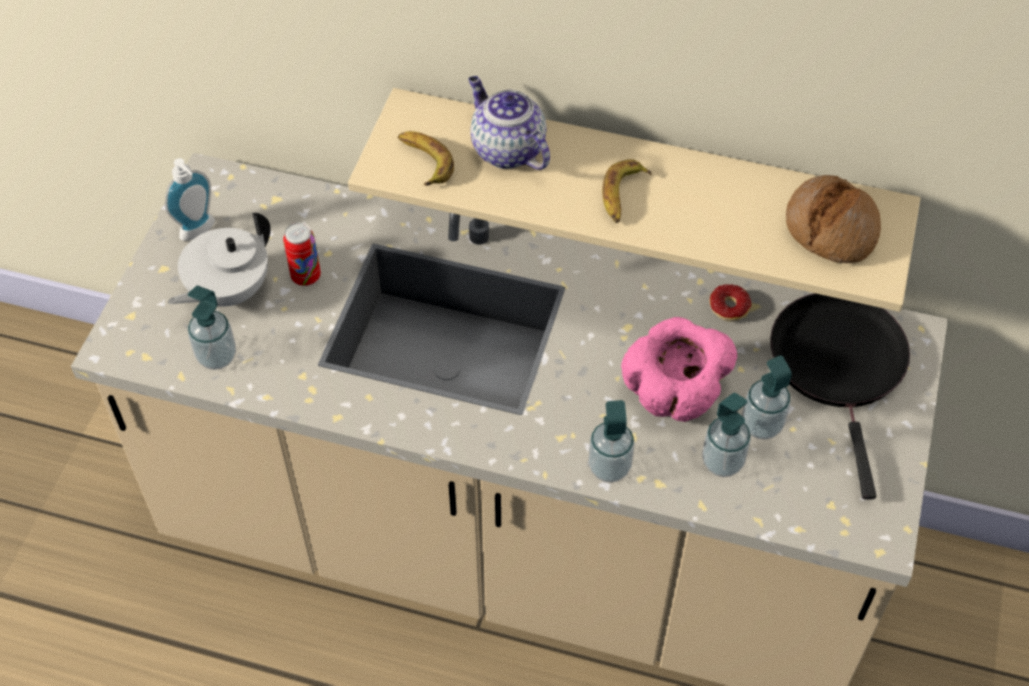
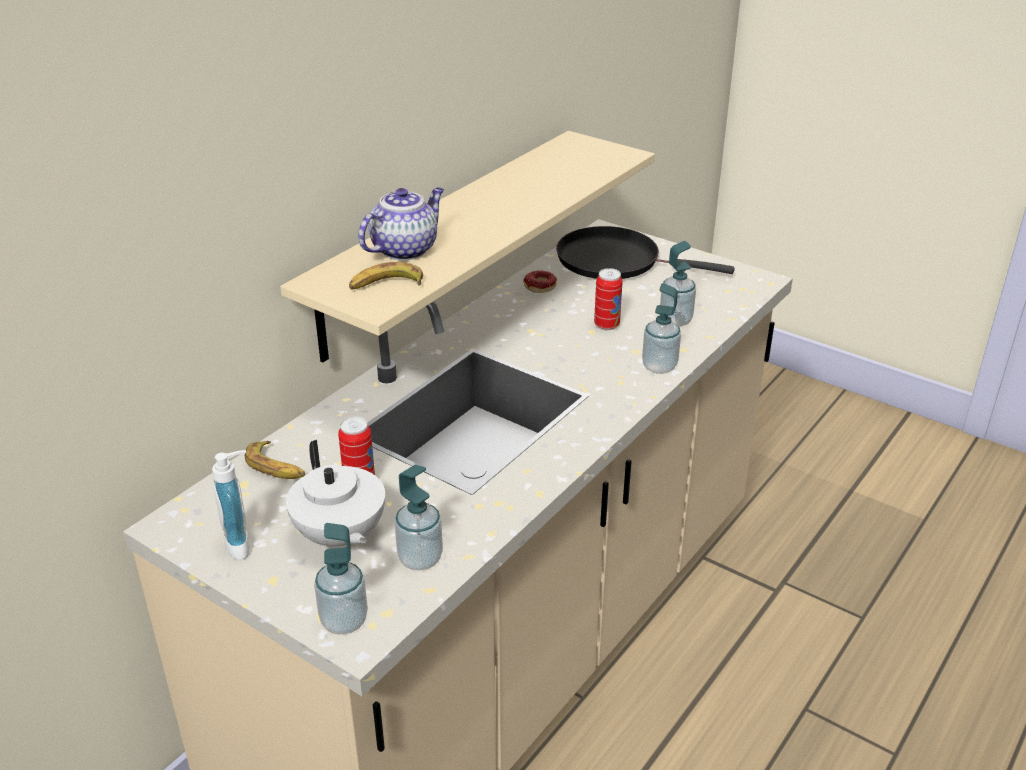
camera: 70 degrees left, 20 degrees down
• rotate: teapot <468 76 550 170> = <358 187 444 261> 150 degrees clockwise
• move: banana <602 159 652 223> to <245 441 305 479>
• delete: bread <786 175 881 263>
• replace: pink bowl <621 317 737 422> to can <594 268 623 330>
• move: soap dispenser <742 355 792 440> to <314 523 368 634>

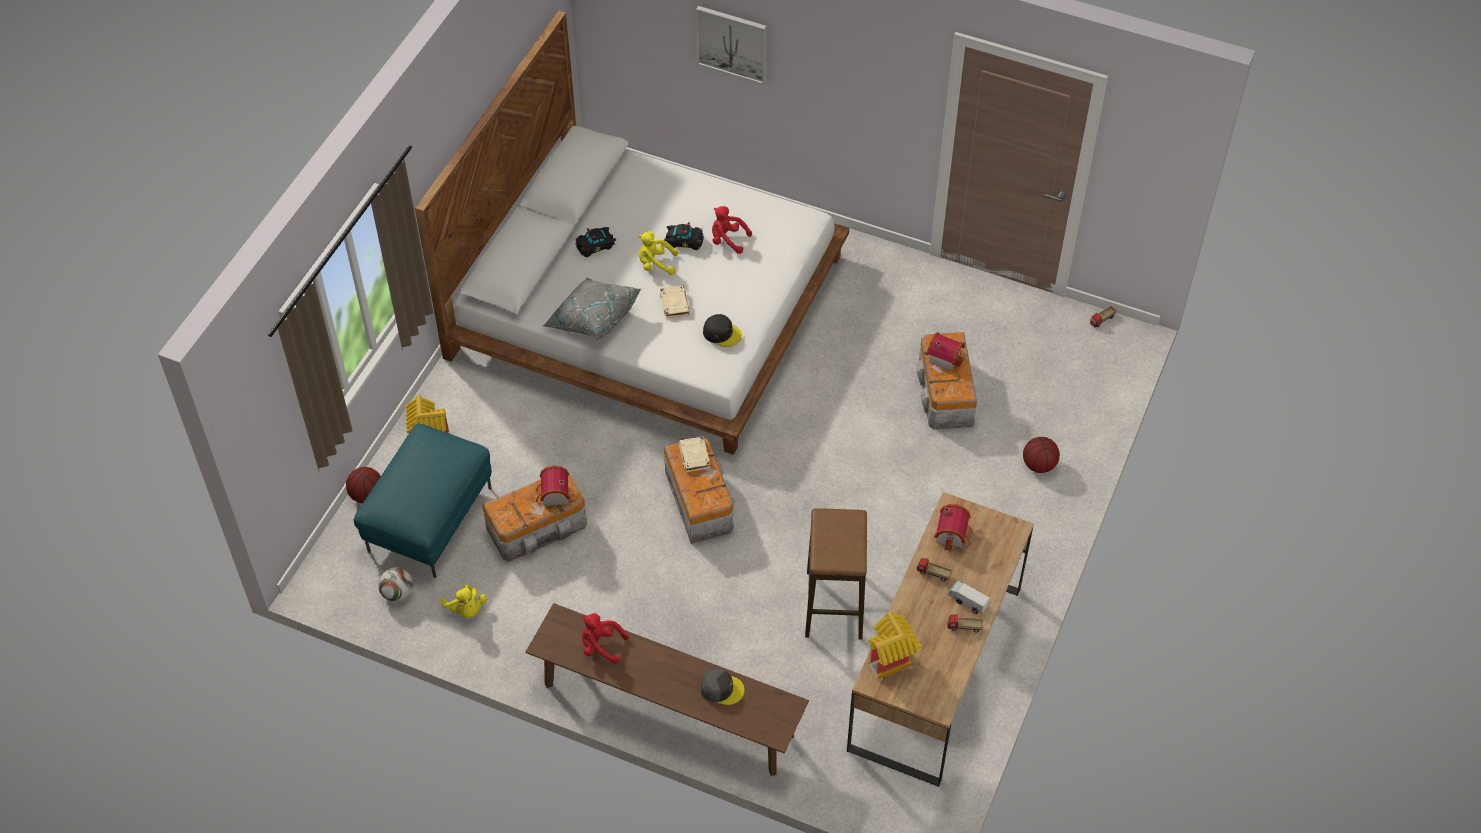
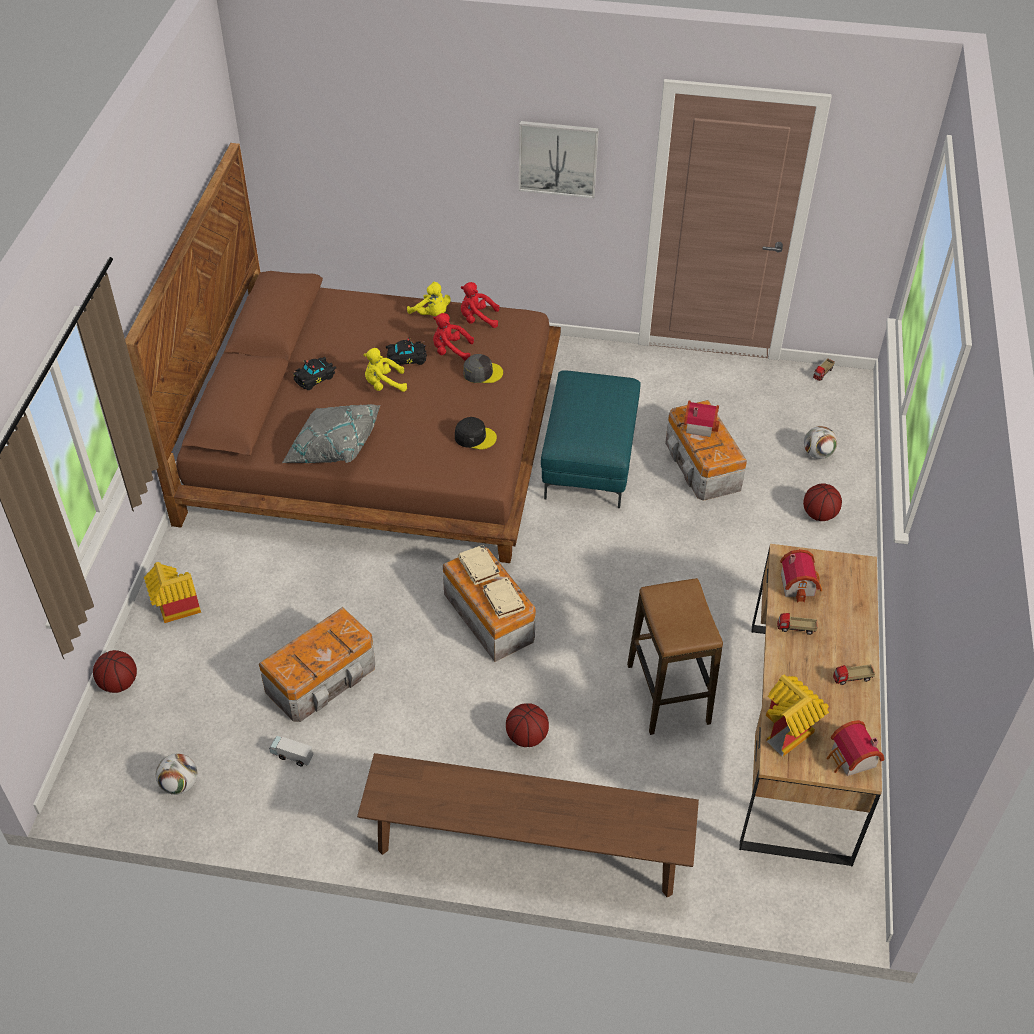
camera: 15 degrees left, 5 degrees down
• move: picture <696 6 767 85> to <519 121 599 199>
• recolor: white bed <415 11 849 455> to brown bed <125 143 561 563>
• move: beige book <660 285 690 318> to <483 577 525 619>
• move: turquoise ottoman <354 423 492 578> to <541 371 641 508>
• move: toy house <536 466 570 506> to <827 720 884 776>
• move: toy truck <949 581 990 614> to <269 736 314 767>
• move: yellow plush toy <441 584 487 618> to <407 282 451 316>
• move: red plush toy <582 613 629 664> to <461 282 500 328>
• move: grey cap <700 668 745 705> to <463 354 503 383>
• insert: football <804 426 837 459>
• insert: basketball <506 703 549 747>

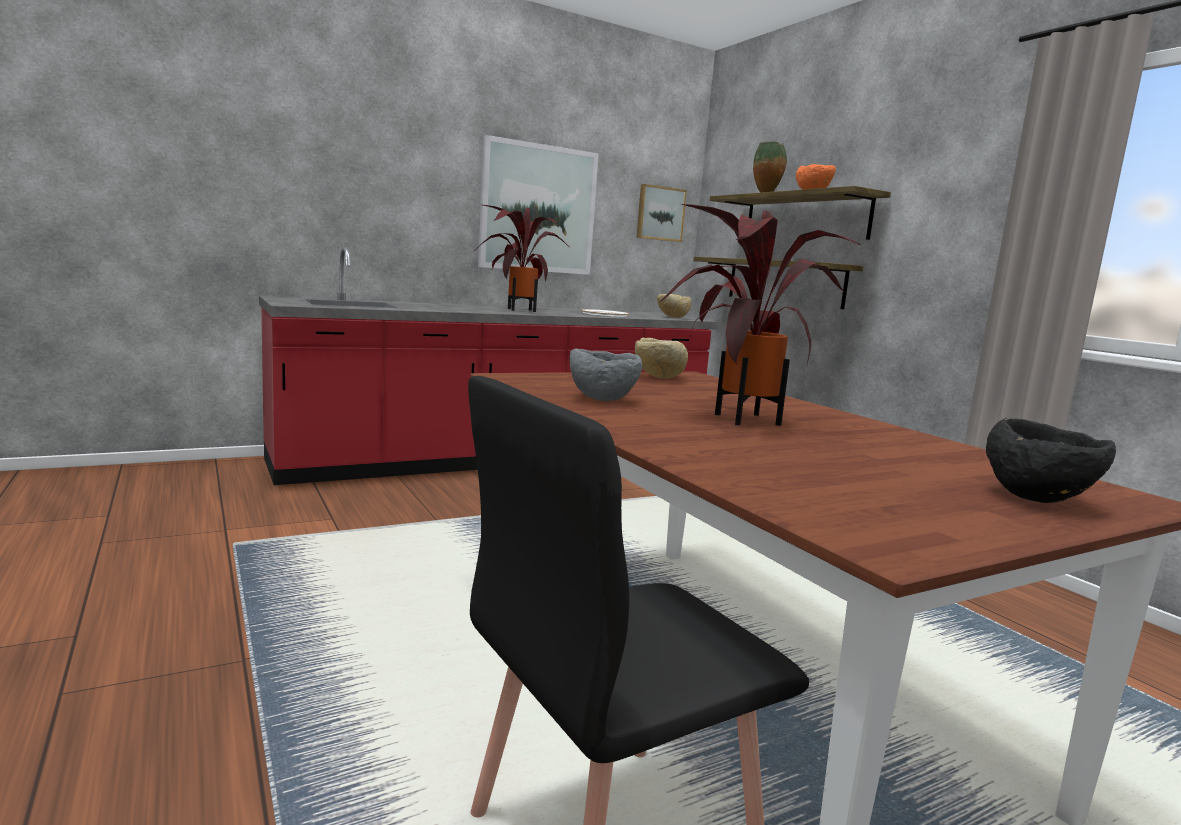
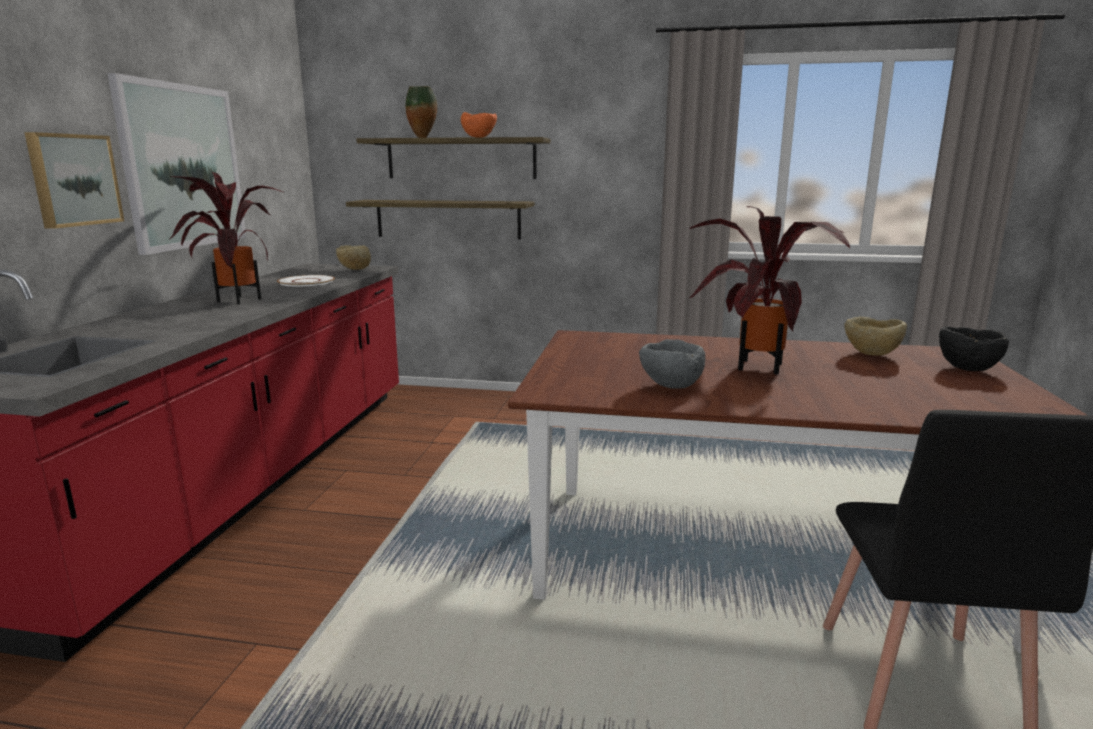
camera: 50 degrees left, 5 degrees up
• move: picture <636 184 687 242> to <24 132 124 229>
• move: beige bowl <635 338 688 378> to <844 316 907 356>

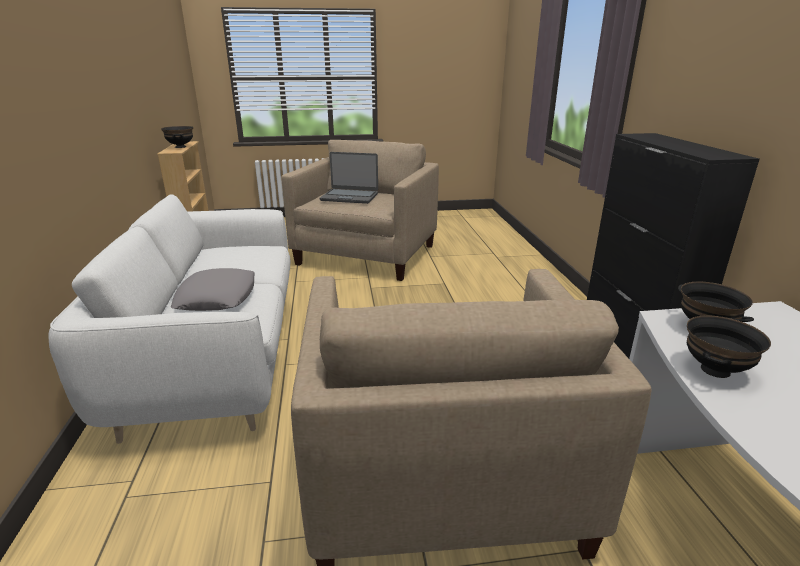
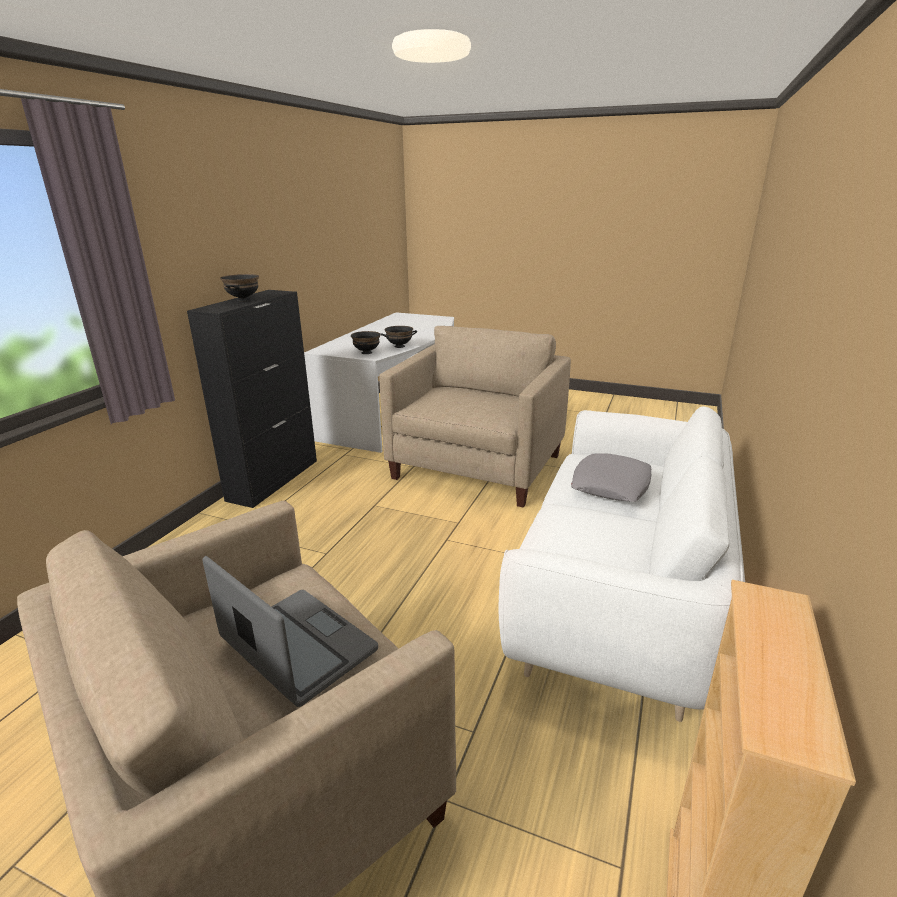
camera: 150 degrees left, 0 degrees up
• move: black bowl <161 126 193 148> to <220 274 259 301>

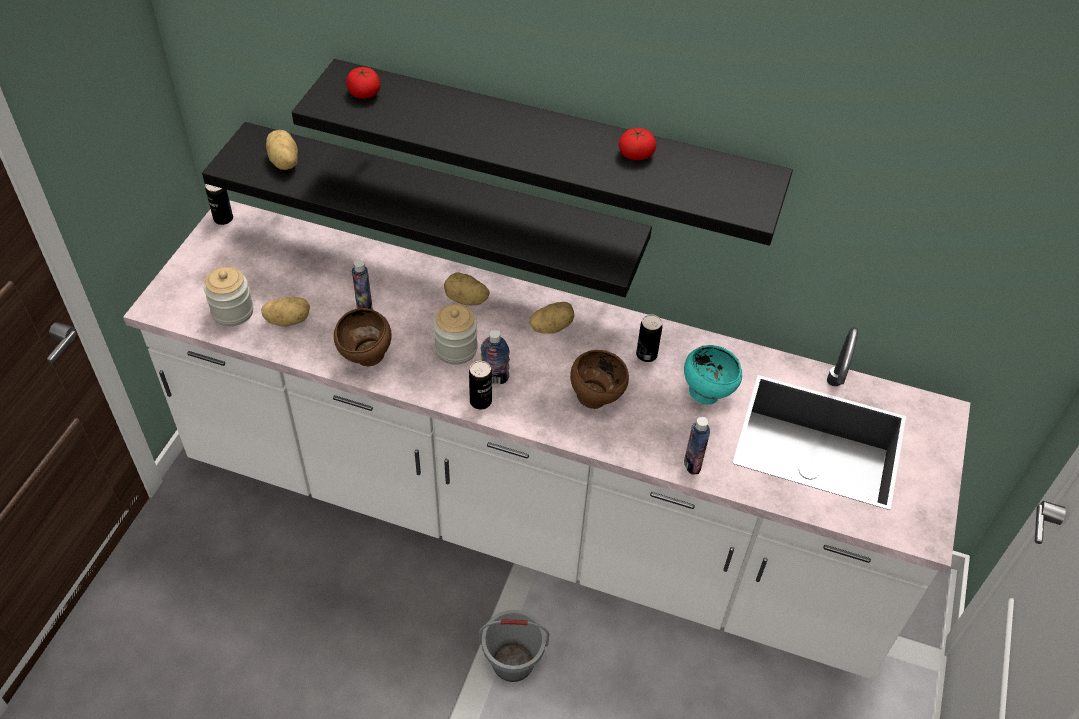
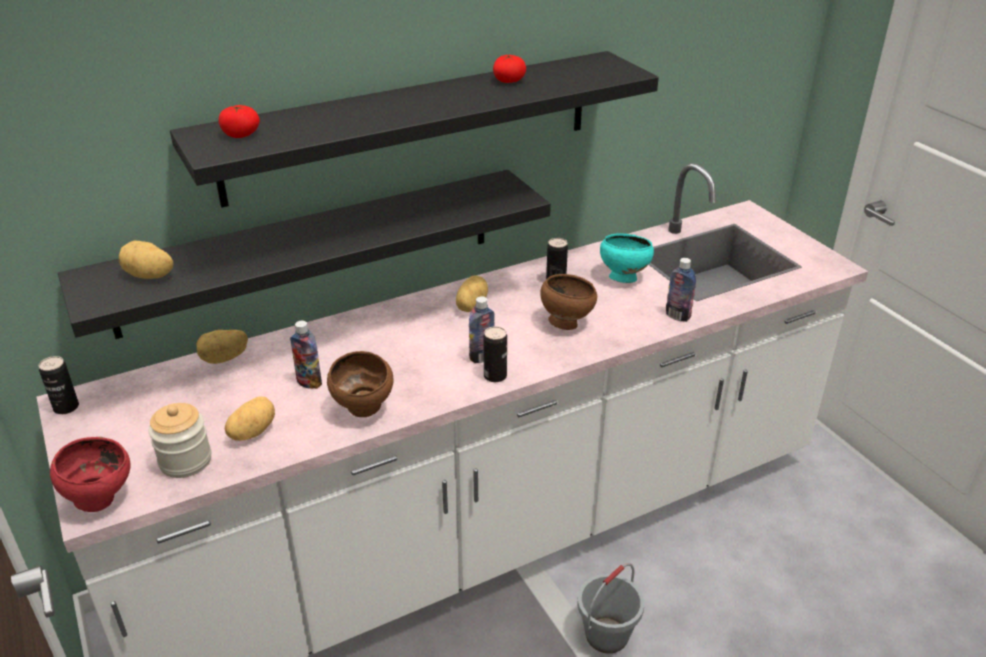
camera: 45 degrees left, 15 degrees down
• move: potato <444 273 490 305> to <196 330 248 364>
• delete: jar <433 304 478 365>
• insert: red bowl <50 437 130 512>

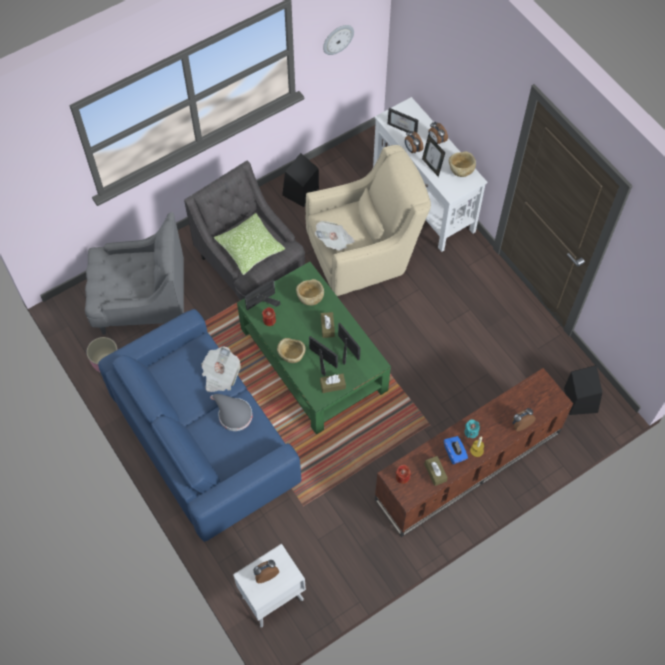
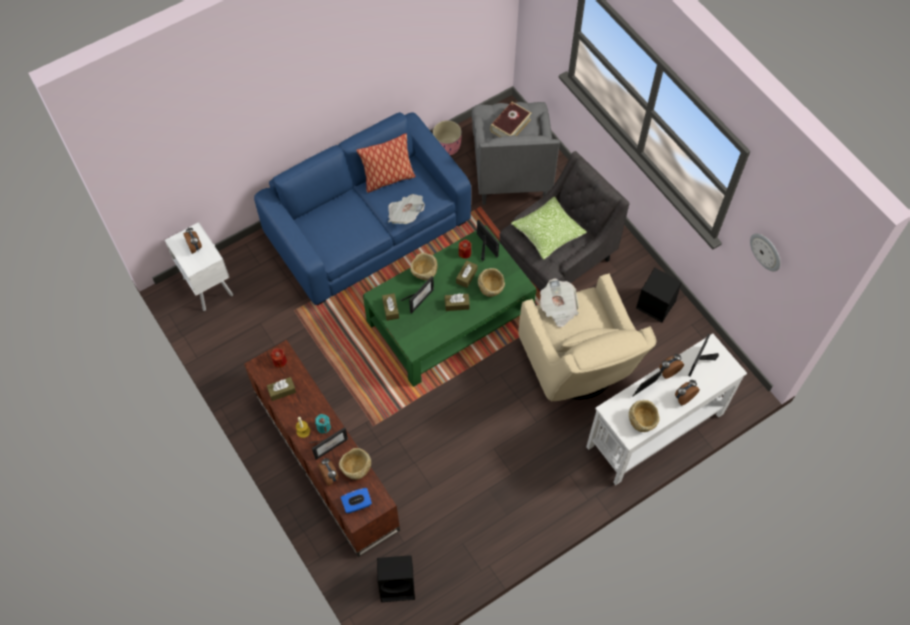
camera: 90 degrees right, 0 degrees up
• move: picture frame <338 323 361 365> to <309 427 348 460>
• delete: grey hat <210 394 253 431>
• move: blue tissue box <444 436 468 464> to <341 488 372 513>
• insert: book <490 102 532 137>
• insert: pillow <356 133 415 193>
• insert: brown tissue box <456 260 478 288>
• insert: beige bowl <339 448 371 480>

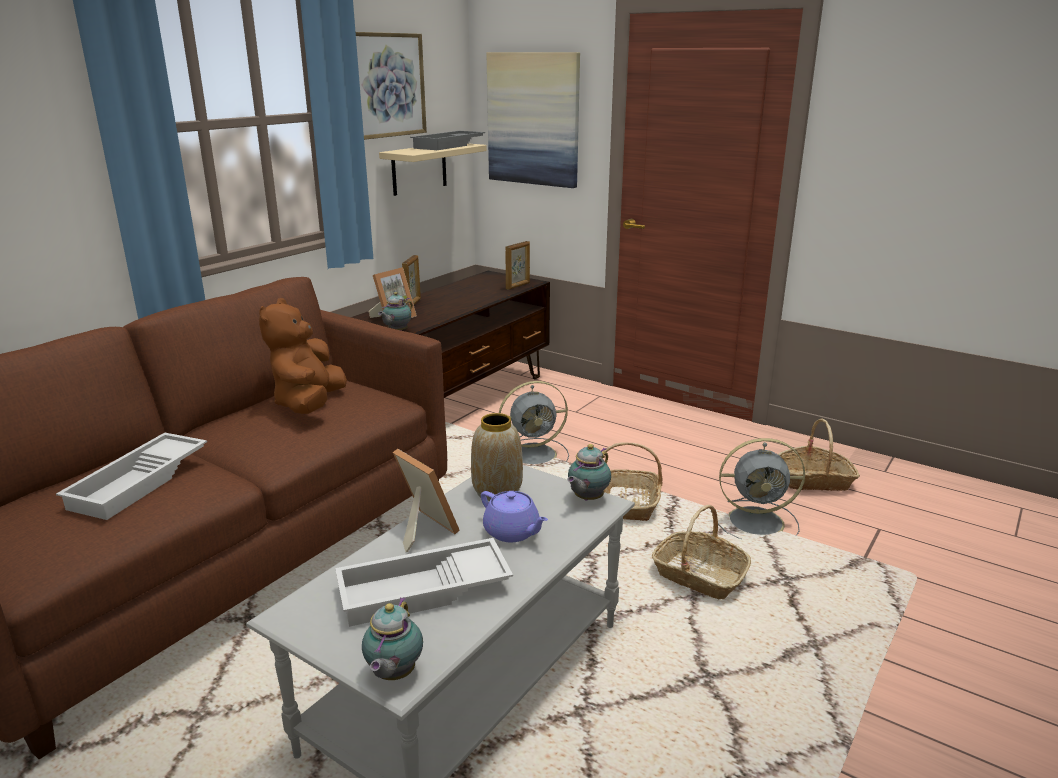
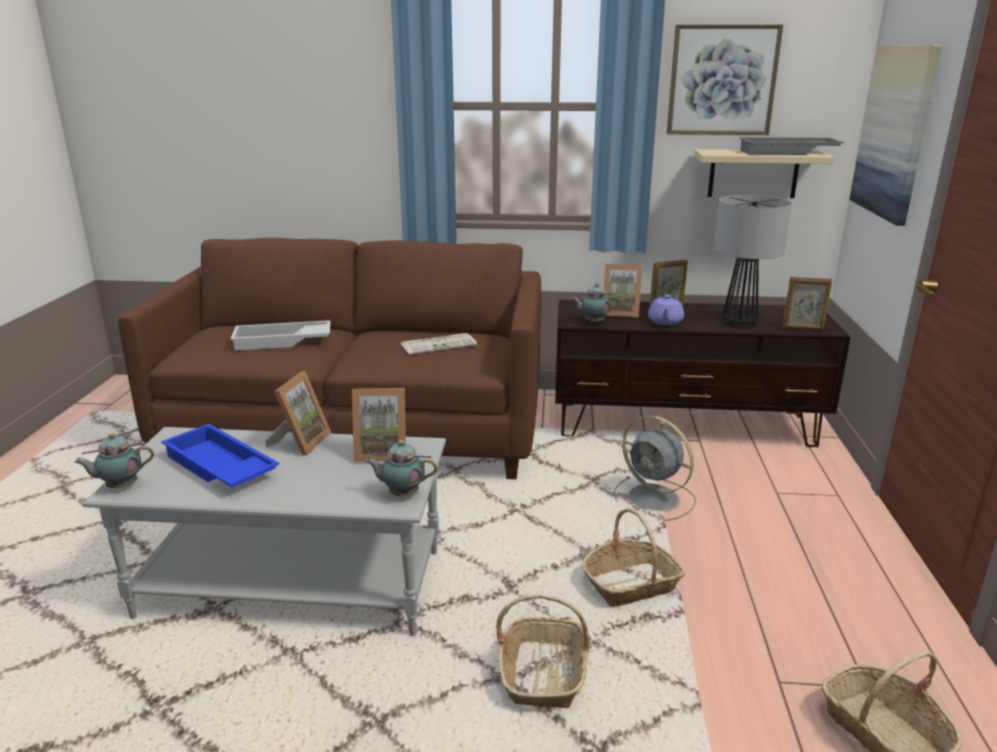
camera: 60 degrees right, 0 degrees up
• replace: brown plush toy <259 298 347 414> to newspaper <401 333 477 355>
• replace: vase <471 413 523 501> to picture frame <352 388 406 462>
• delete: grey fan <711 438 805 539>
• move: purple teapot <481 491 548 542> to <648 295 684 325>
• recolor: white tray <335 538 513 627> to blue tray <161 424 280 487>
• insert: table lamp <714 195 792 325>

